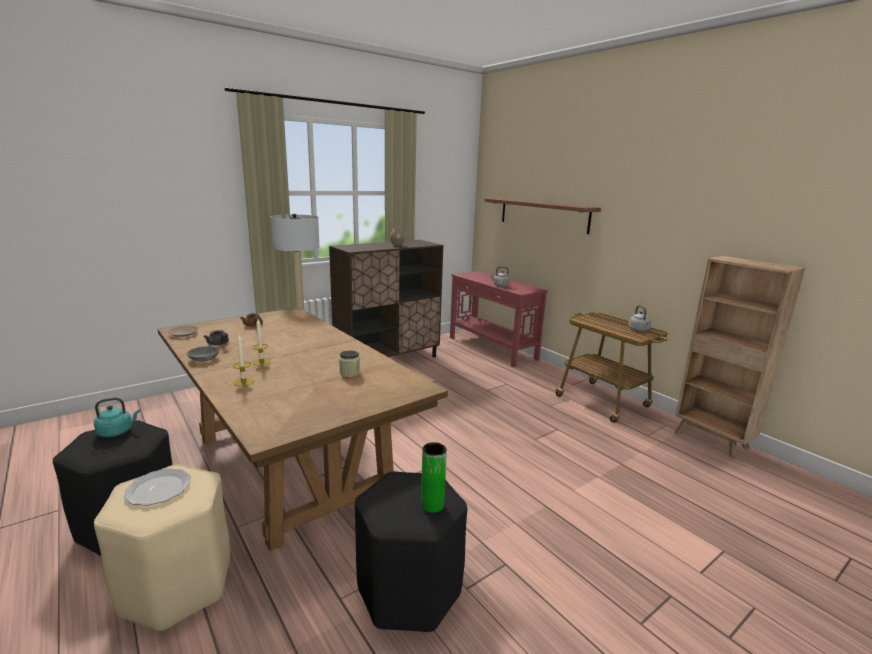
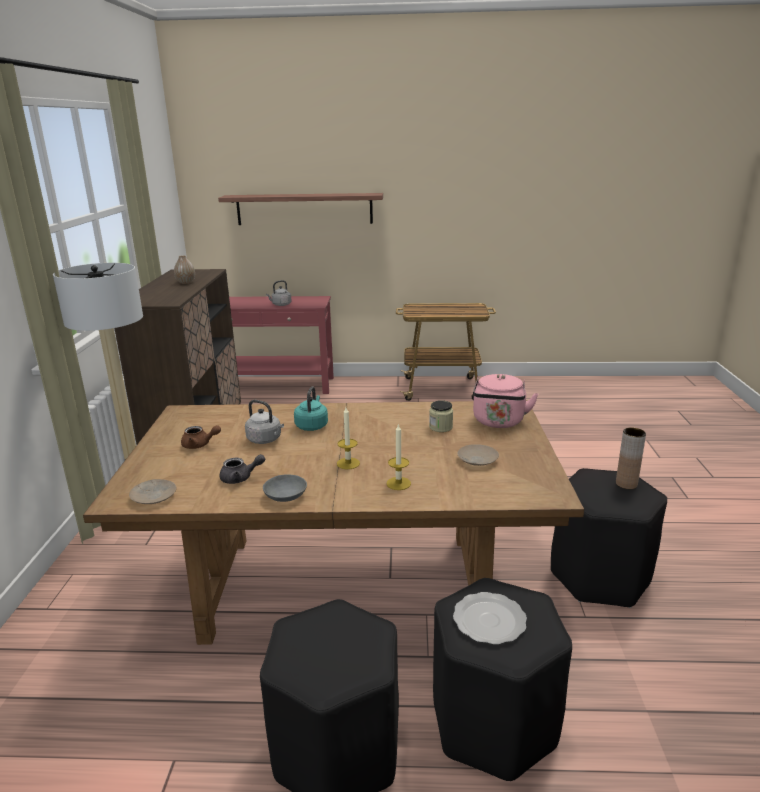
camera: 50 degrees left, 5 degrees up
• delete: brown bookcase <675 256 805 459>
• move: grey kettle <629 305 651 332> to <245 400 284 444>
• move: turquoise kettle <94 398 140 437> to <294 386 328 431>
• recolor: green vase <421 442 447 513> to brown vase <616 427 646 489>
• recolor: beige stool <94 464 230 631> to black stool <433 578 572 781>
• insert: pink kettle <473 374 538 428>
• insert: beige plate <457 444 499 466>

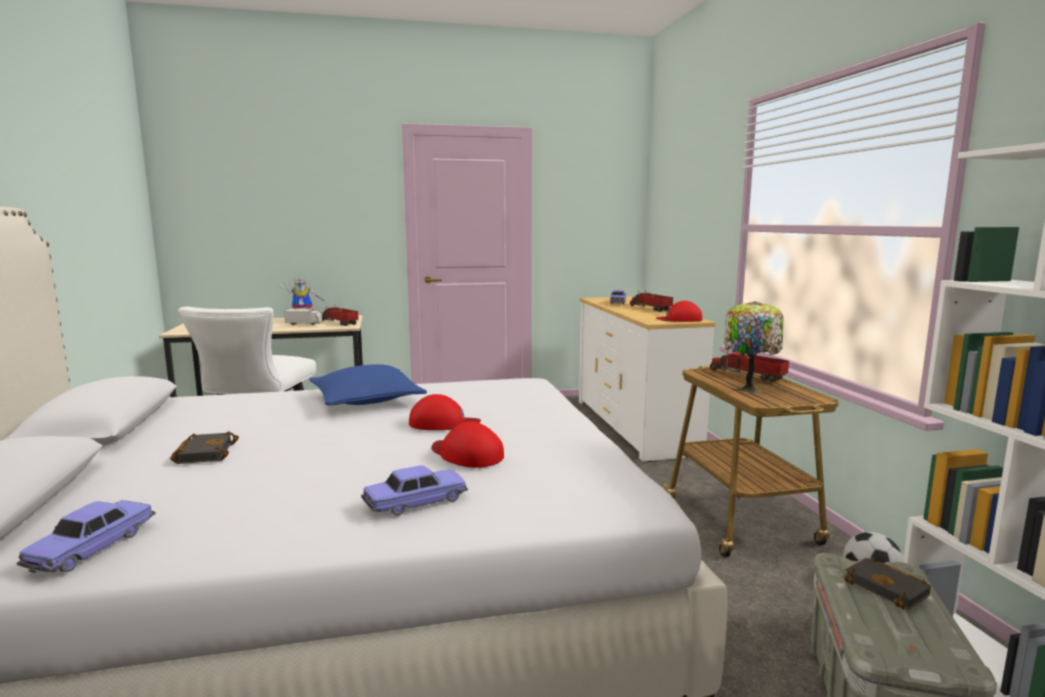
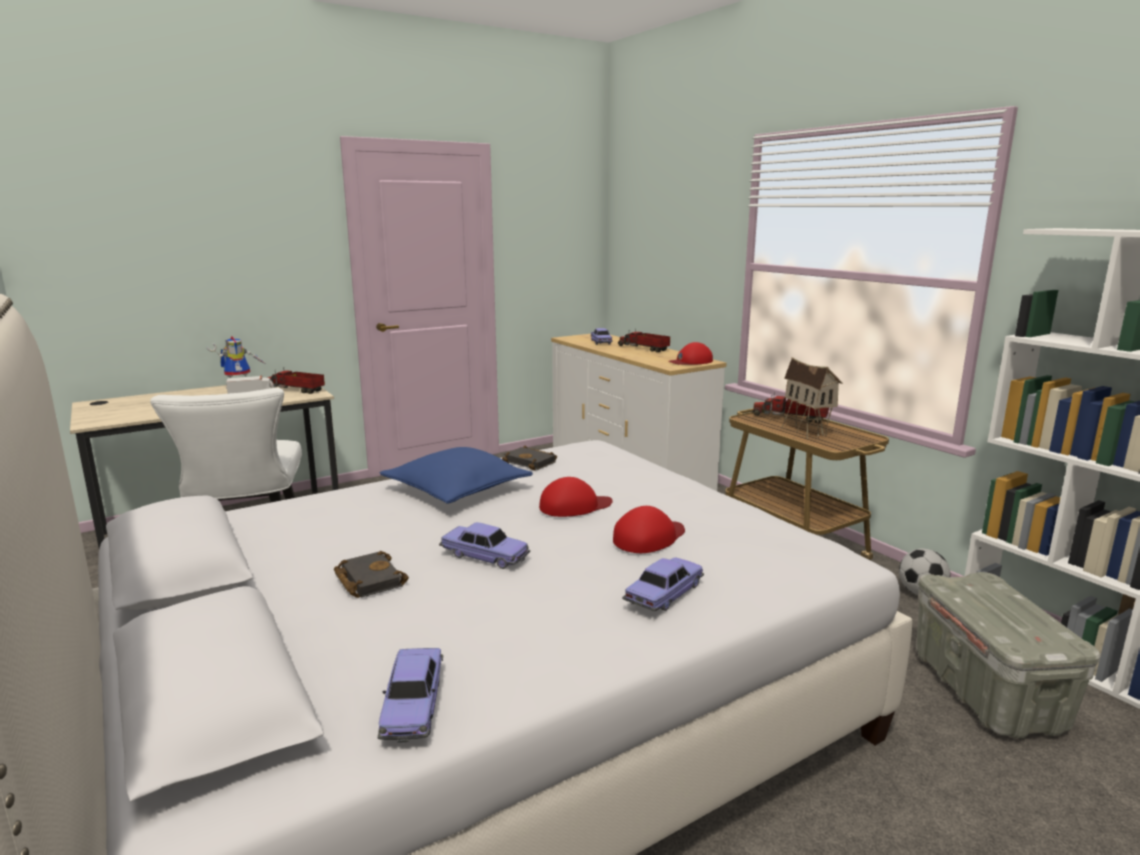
camera: 20 degrees left, 5 degrees up
• replace: table lamp <724 301 783 393> to toy house <781 357 843 440>
• rotate: red cap <431 422 504 468> = <613 506 685 553> 120 degrees clockwise
• move: black book <844 558 931 610> to <502 446 557 470>
• insert: toy car <439 522 530 569>

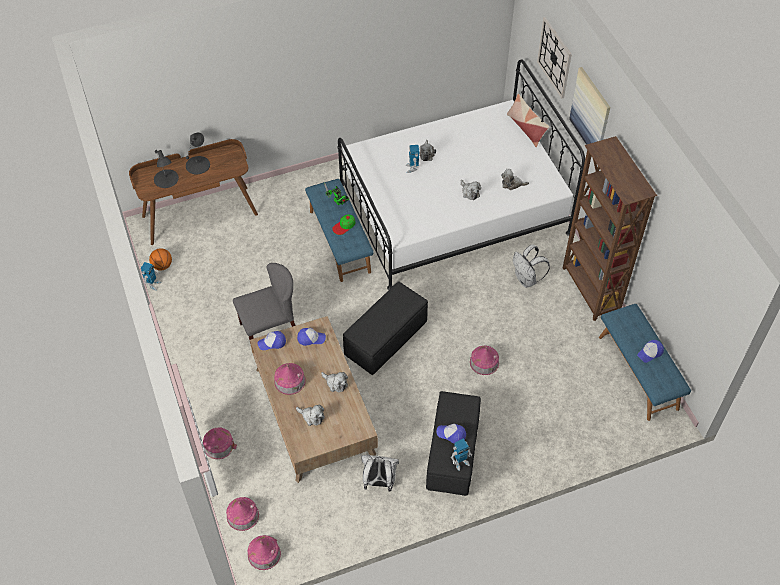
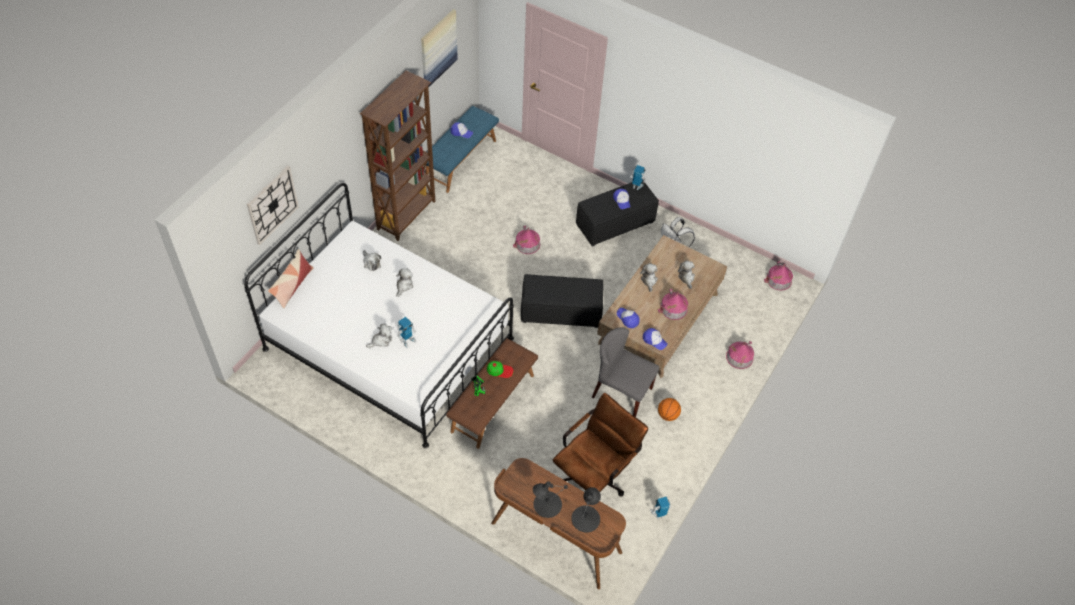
camera: 130 degrees left, 0 degrees up
• move: picture <569 67 610 145> to <421 9 458 88>
• recolor: blue bench <305 179 374 282> to brown bench <446 338 538 449>
• delete: white backpack <513 245 550 288>
• move: basketball <149 248 172 271> to <658 398 681 421>
• delete: toy house <226 497 259 531>
• insert: brown office chair <553 393 648 496>

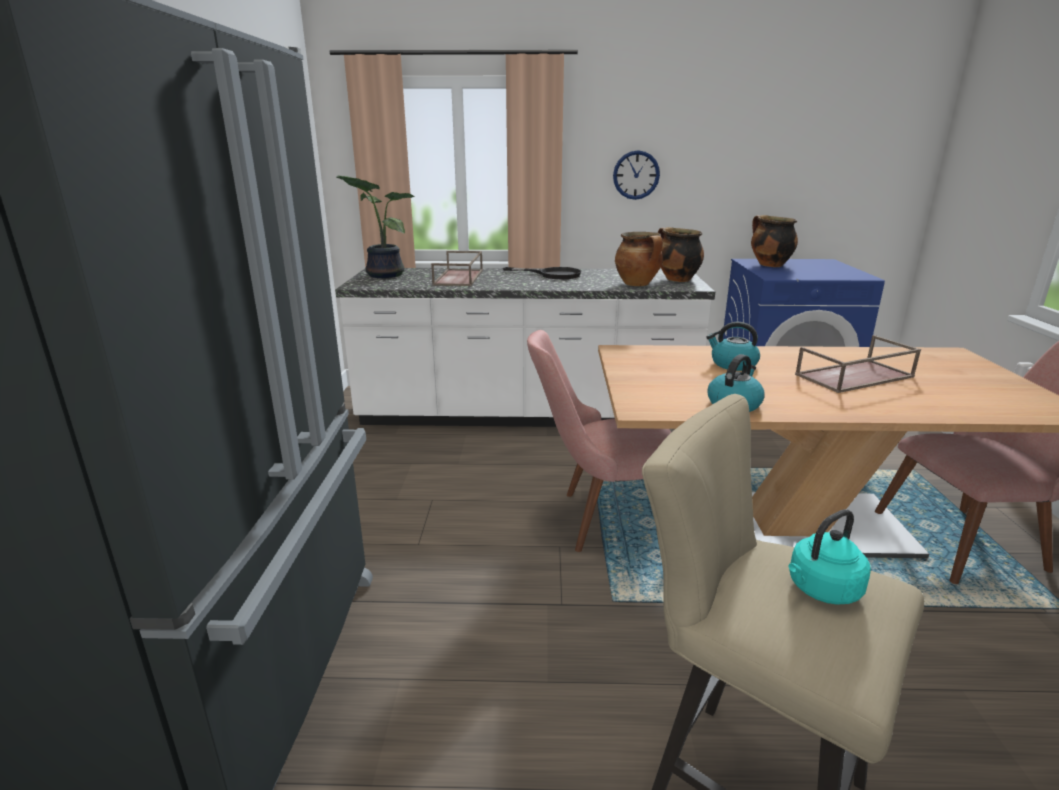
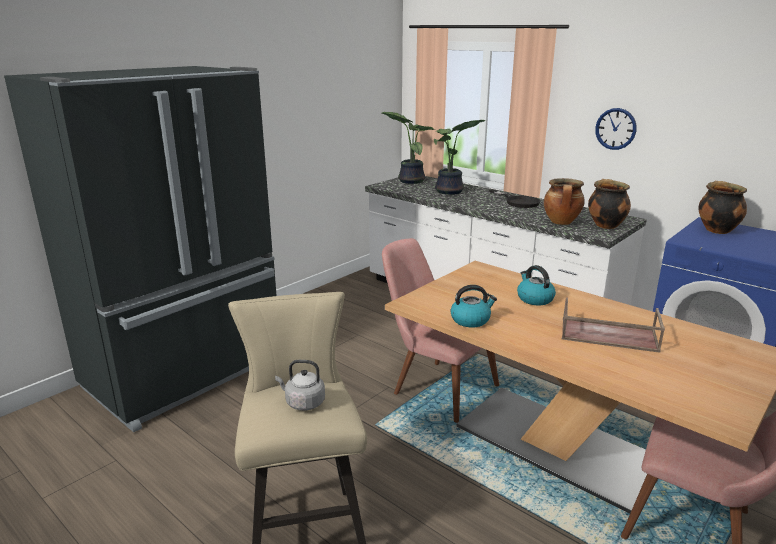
camera: 40 degrees right, 0 degrees up
• replace: brown tray <431 251 483 286> to potted plant <434 120 486 195>
• recolor: turquoise kettle <788 509 871 604> to grey kettle <275 360 325 411>

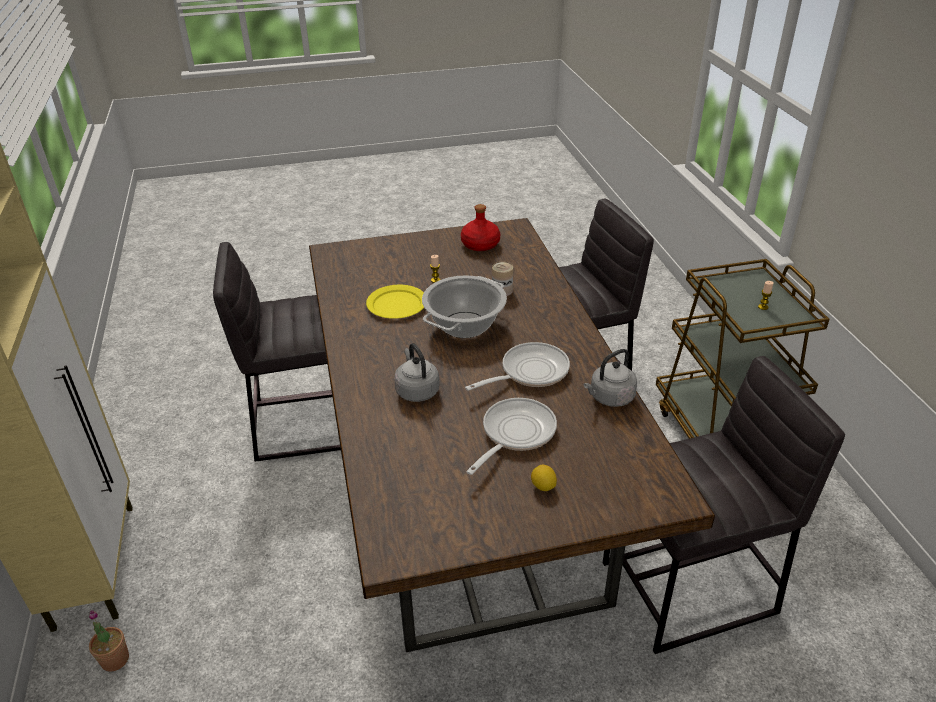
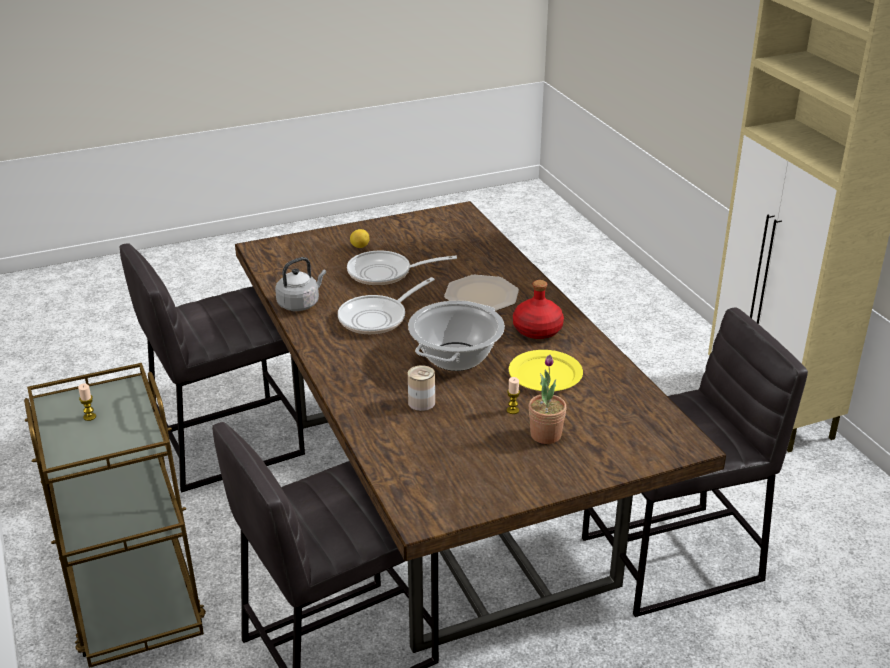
camera: 170 degrees right, 5 degrees down
• move: red bottle <461 204 500 251> to <513 280 564 339>
• replace: grey kettle <394 343 440 402> to plate <444 275 519 311>
• rotate: frying pan <466 398 557 475> = <347 251 457 286> 60 degrees clockwise
• move: potted plant <89 610 129 672> to <529 355 567 444>

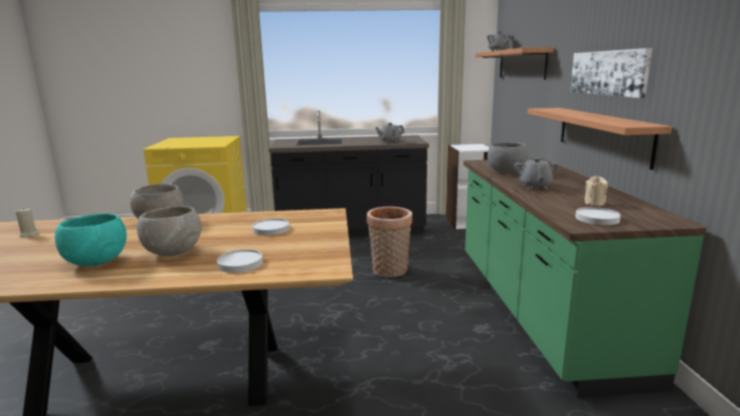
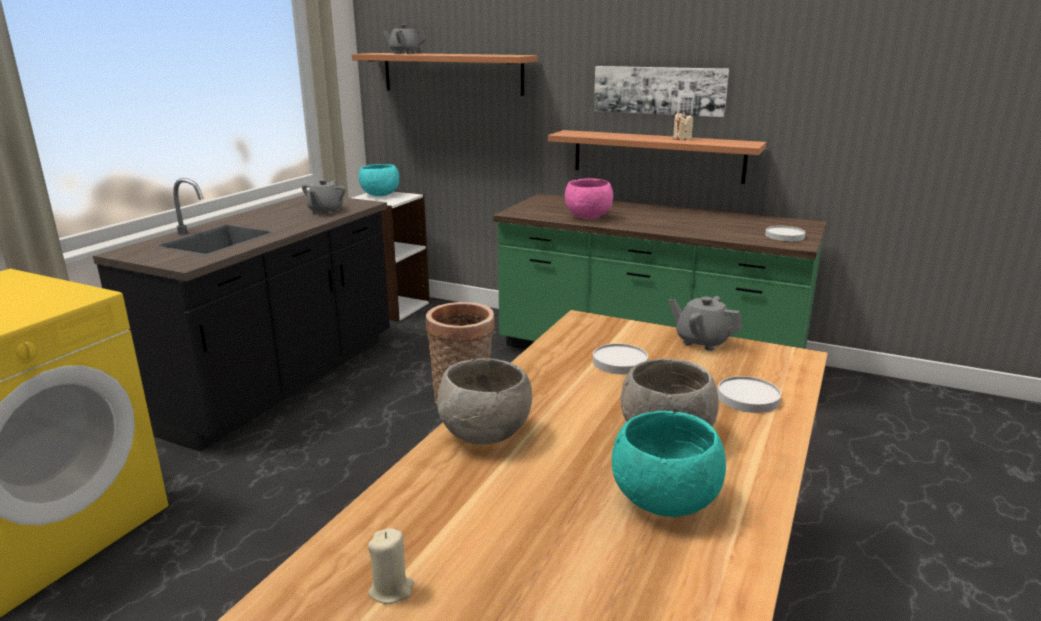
camera: 60 degrees left, 5 degrees up
• recolor: grey bowl <487 142 529 174> to pink bowl <565 178 613 219>
• move: grey teapot <514 158 560 189> to <669 296 742 351>
• move: beige candle <584 176 607 206> to <673 112 693 140>
• insert: turquoise bowl <359 164 399 196>

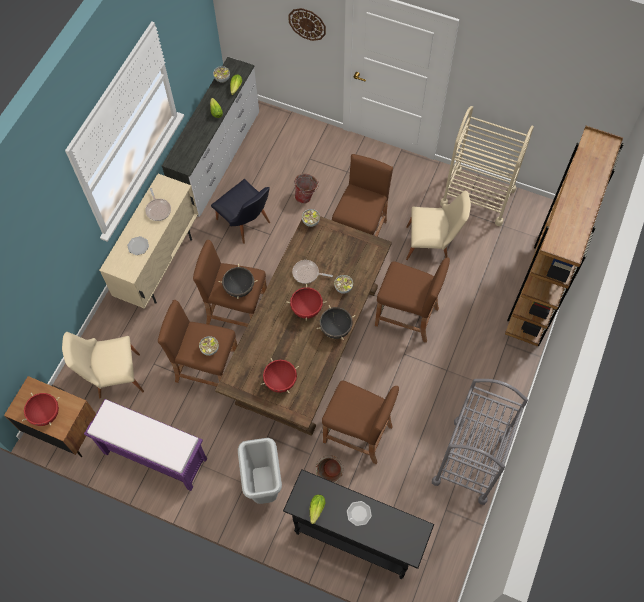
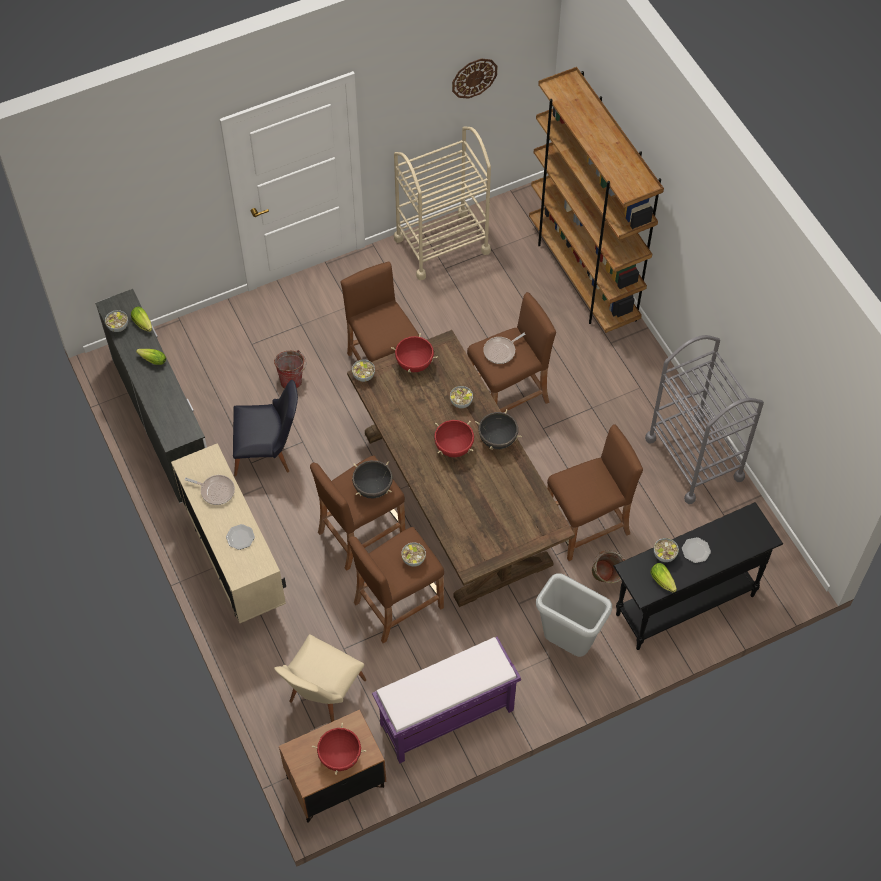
camera: 50 degrees left, 5 degrees down
• move: wall clock <288 8 326 41> to <452 58 498 99>
• delete: beige chair <406 190 471 260>
• move: frying pan <292 260 333 284> to <483 333 526 364>
• move: red cooking pot <261 358 299 393> to <391 333 438 373>
• insert: bowl <654 538 679 562>

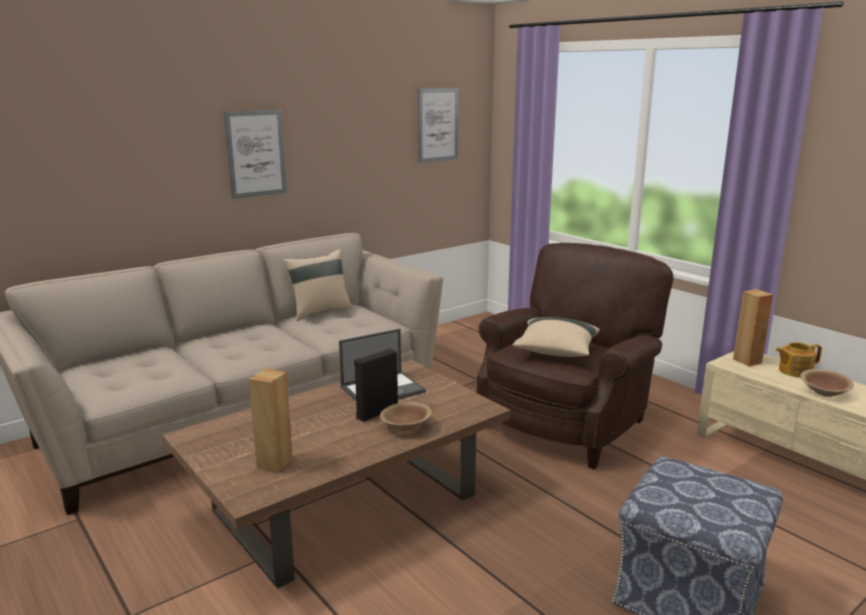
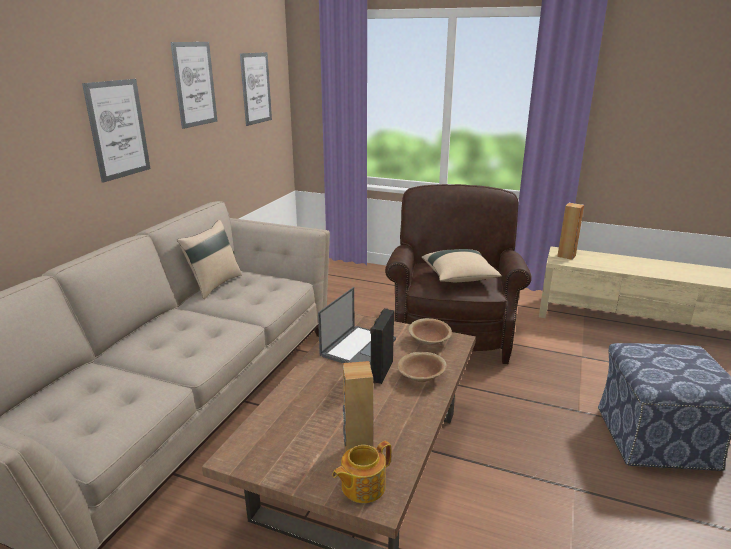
camera: 30 degrees left, 5 degrees up
• move: teapot <776 342 822 378> to <332 441 391 503>
• move: brown bowl <800 369 854 397> to <408 318 452 345>
• insert: picture <171 42 217 129>

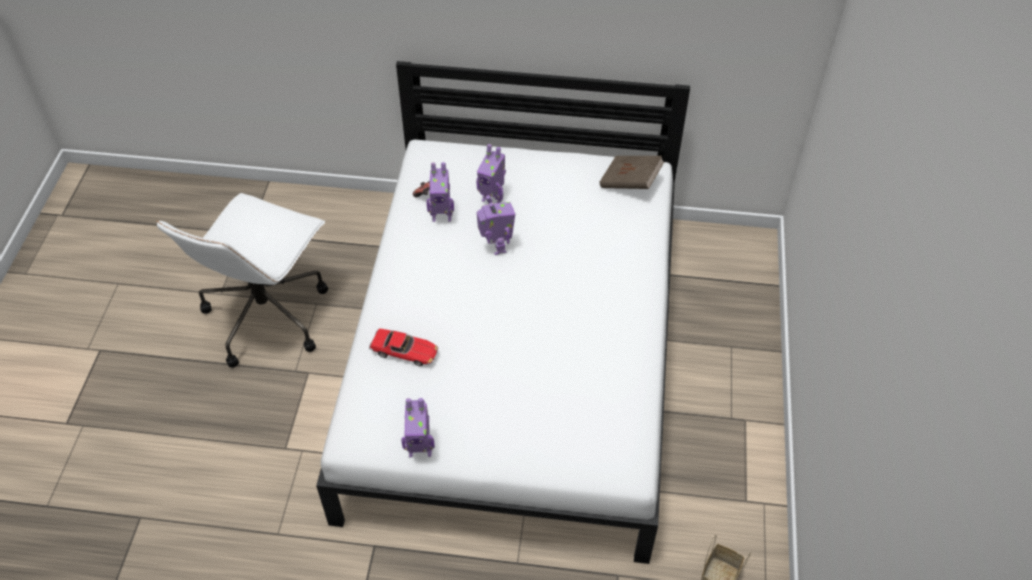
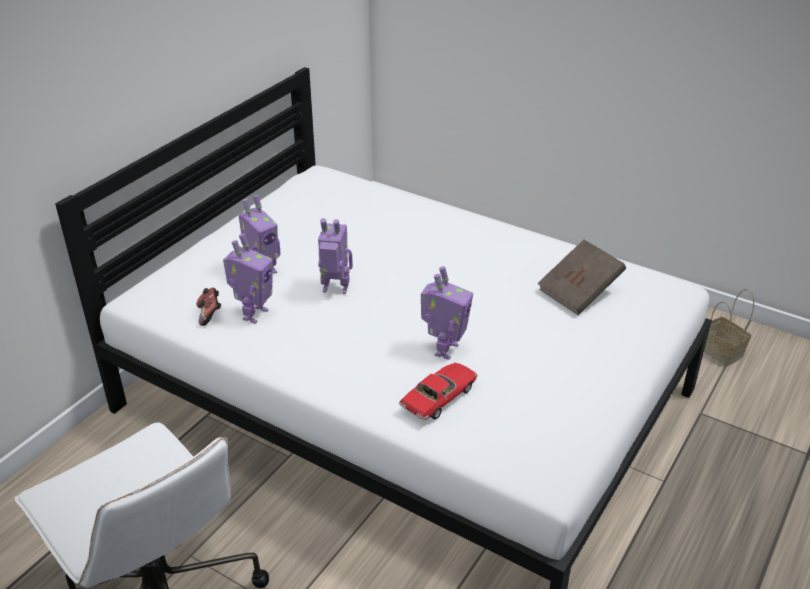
camera: 65 degrees left, 15 degrees down
• move: brown book <600 156 664 189> to <538 240 626 315>
• move: toy robot <401 398 435 457> to <421 266 473 360>

